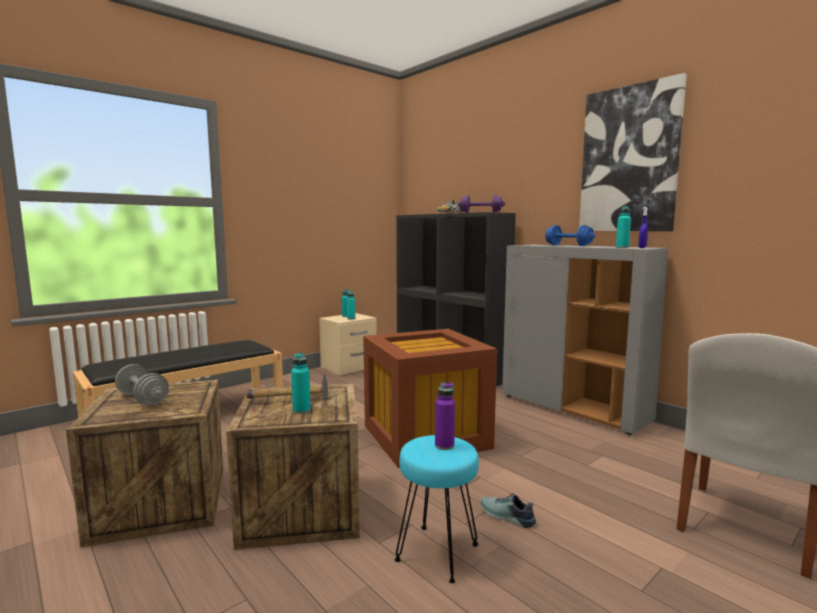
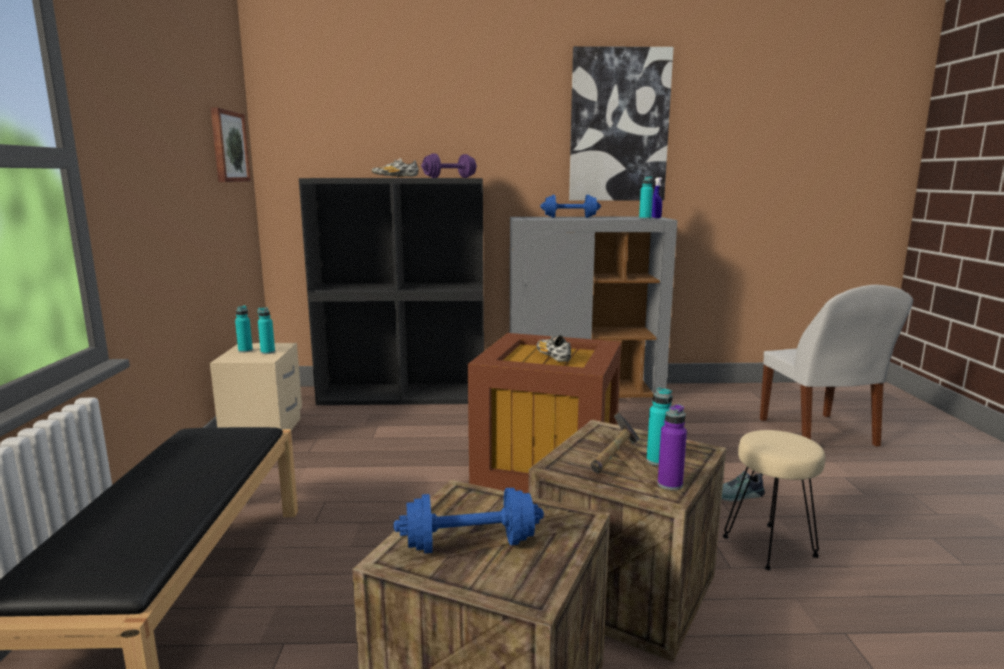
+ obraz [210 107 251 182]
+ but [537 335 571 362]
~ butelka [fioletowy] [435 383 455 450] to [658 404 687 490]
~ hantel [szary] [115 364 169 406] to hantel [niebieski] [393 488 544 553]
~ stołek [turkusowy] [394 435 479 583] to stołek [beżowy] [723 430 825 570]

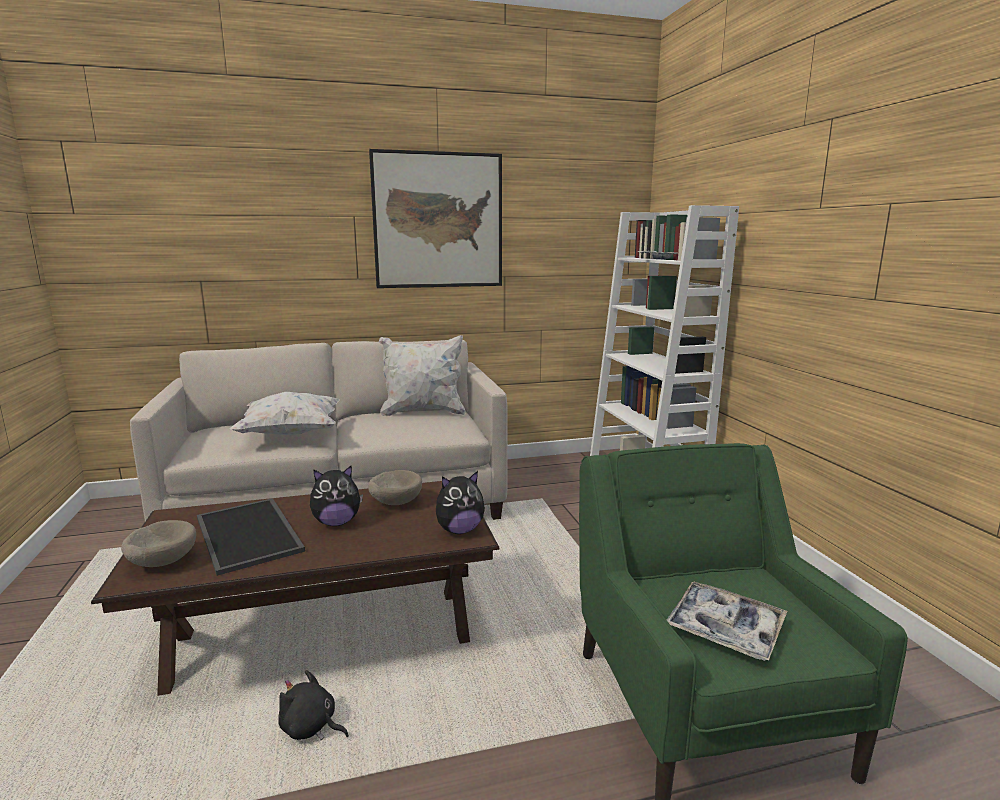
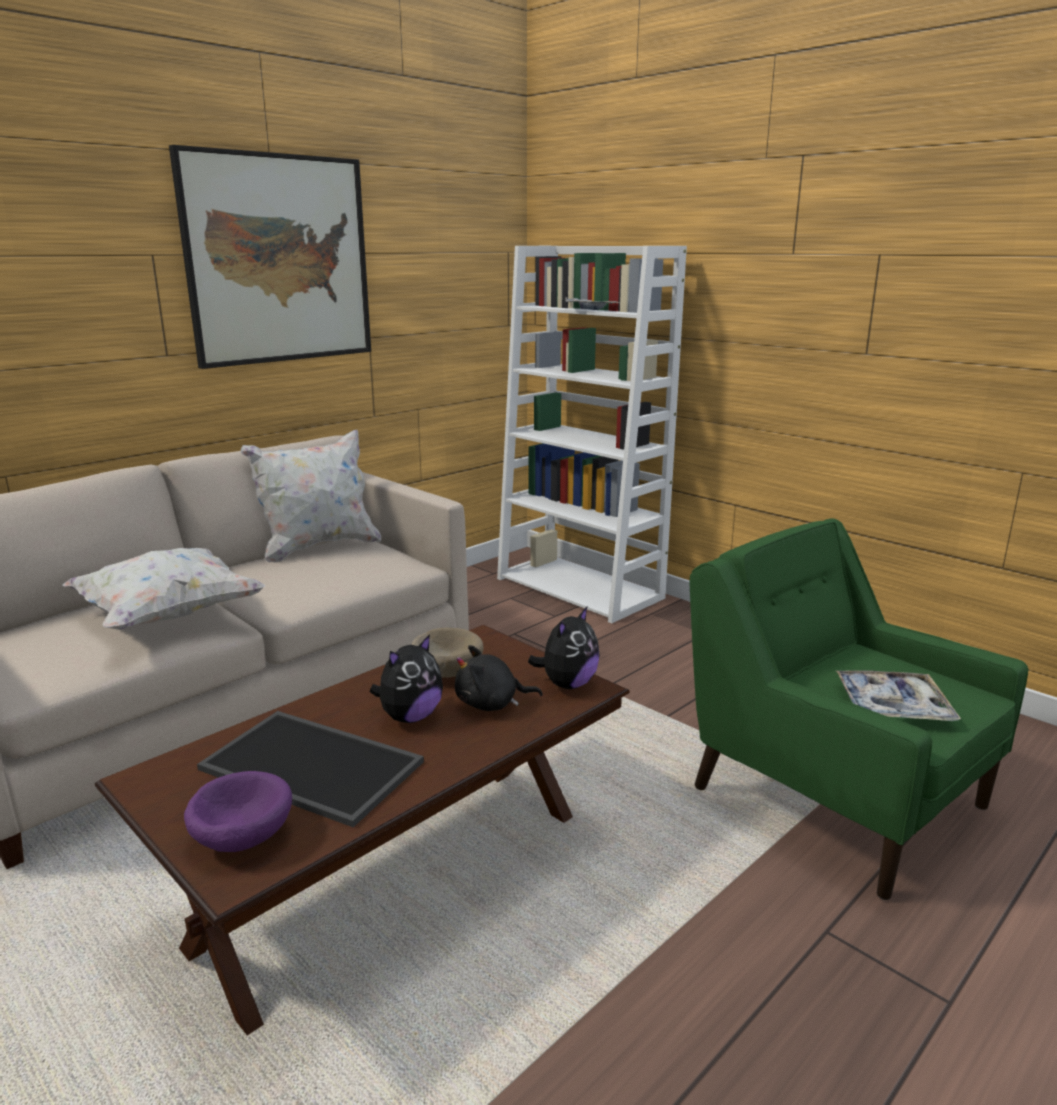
~ pluszak [czarny] [278 670 349 740] to [455 645 543 711]
~ miska [beżowy] [121 520 196 567] to miska [fioletowy] [184 771 292 852]

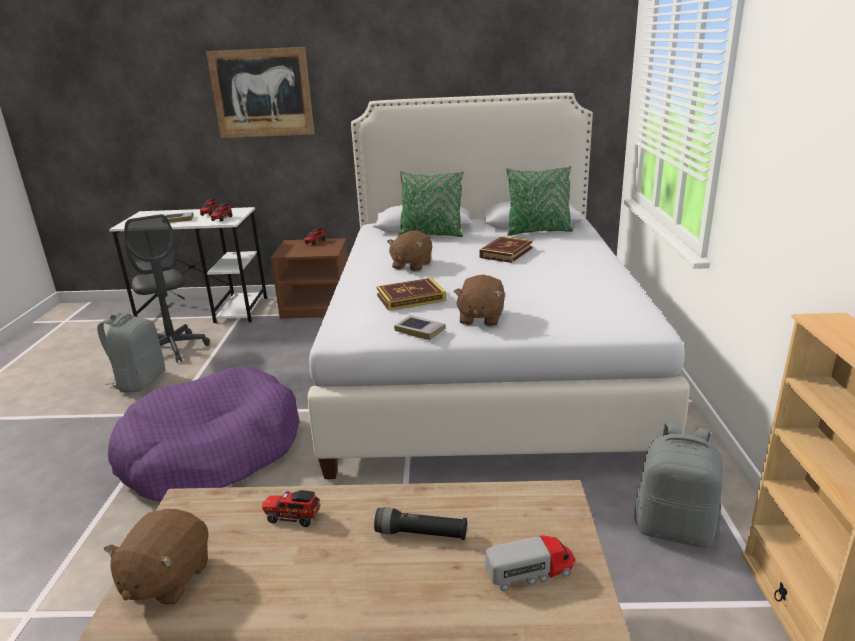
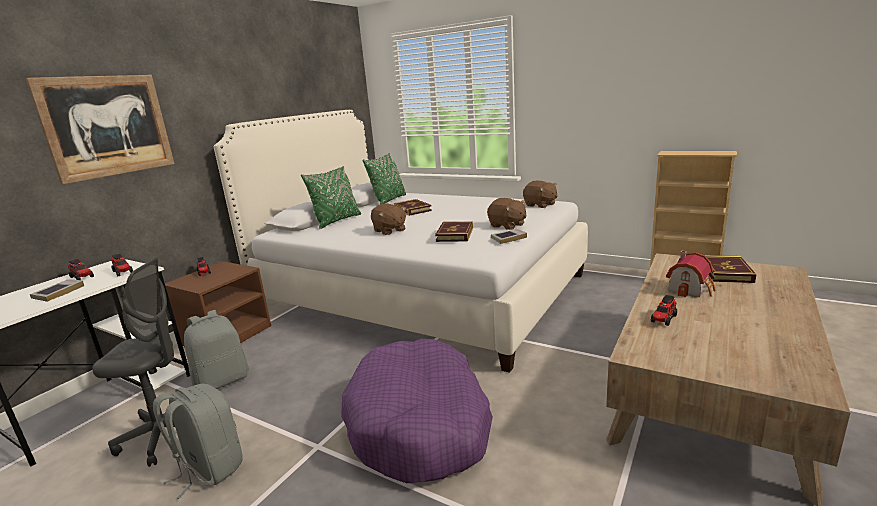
~ pluszak [brązowy] [104 509 209 606] to [523 181 557 208]
~ plecak [szary] [634 423 723 548] to [184 310 249 389]
~ latarka [czarny] [374 507 467 540] to domek [666 251 716 298]
~ ciężarówka zabawkowa [485 535 575 591] to książka [705 255 757 283]

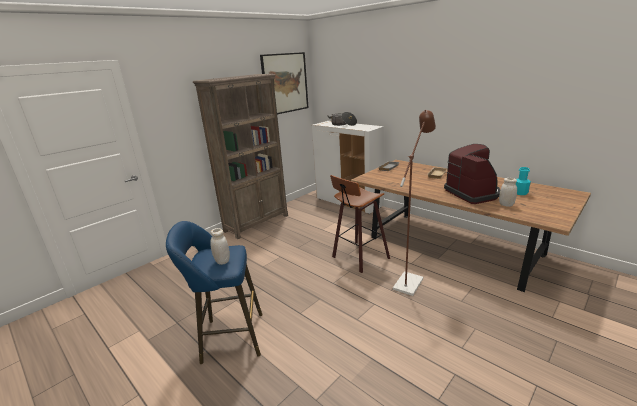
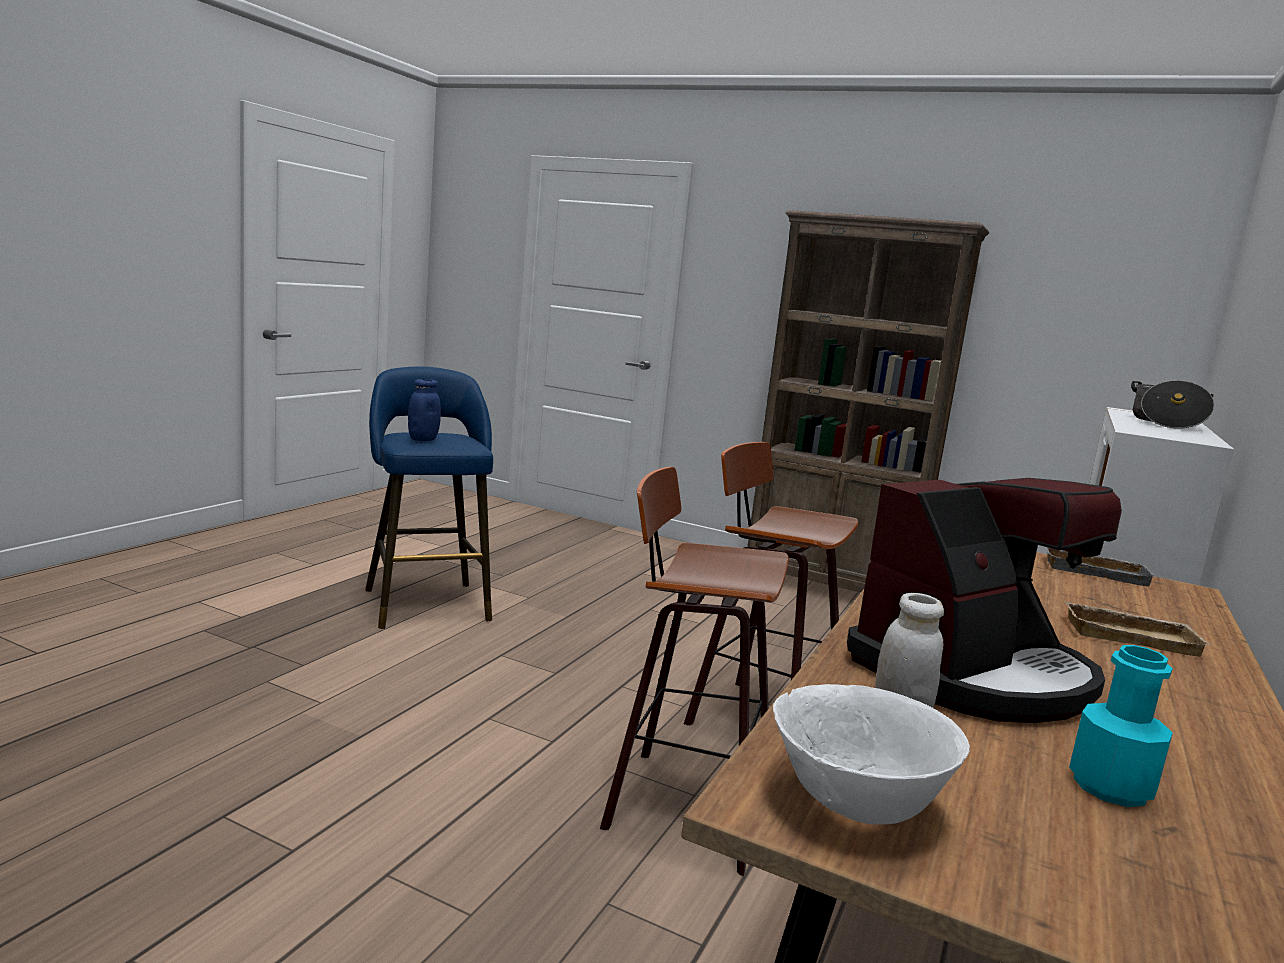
- obraz [260 52 309 114]
+ miska [biały] [773 684 970 825]
~ lampa stojąca [brązowy] [393 110 436 296] to stołek [600 467 789 876]
~ słoik [biały] [210 228 230 265] to słoik [niebieski] [408 379 441 441]

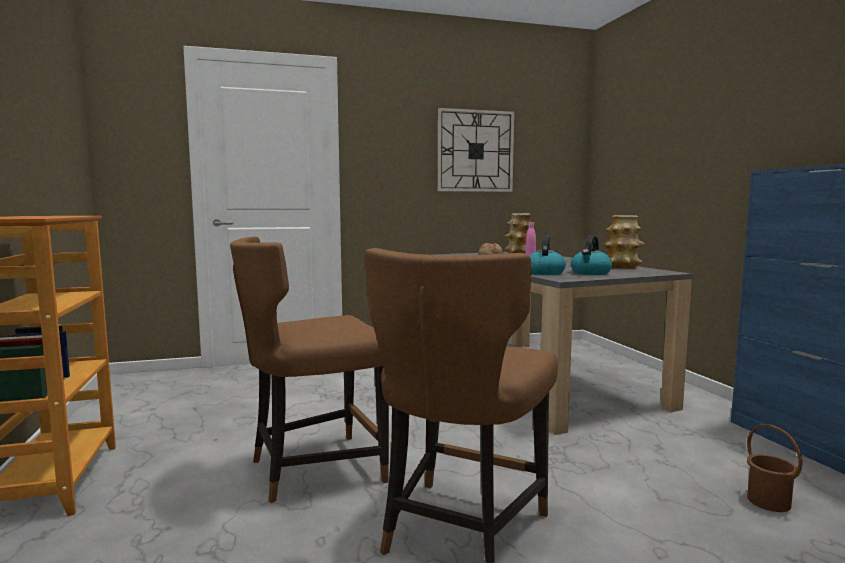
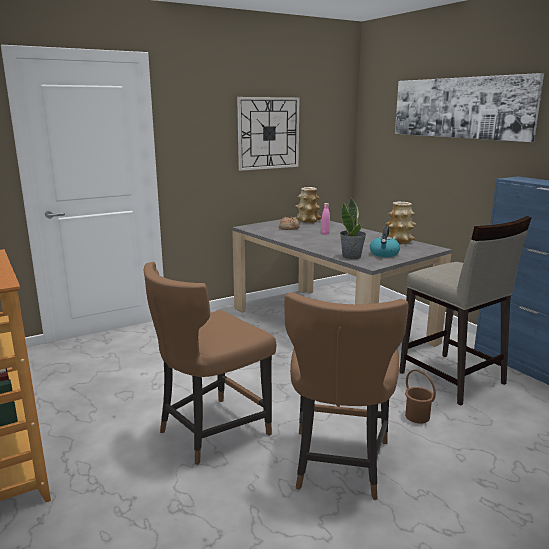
+ obraz [395 73 544 142]
+ stołek [beżowy] [399 216 531 405]
~ wiadro [brązowy] [747 424 802 512] to [405 369 436 424]
~ czajnik [529 235 566 275] to roślina doniczkowa [340 198 366 259]

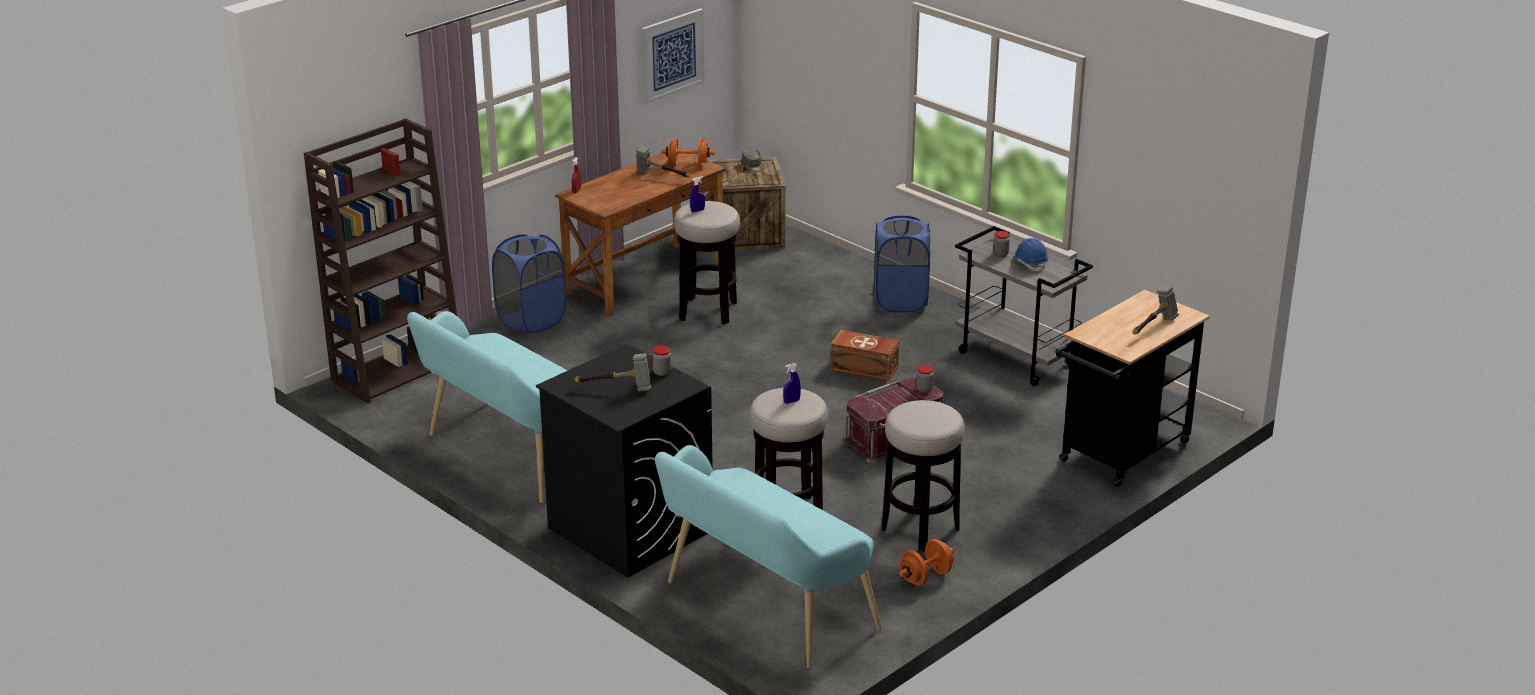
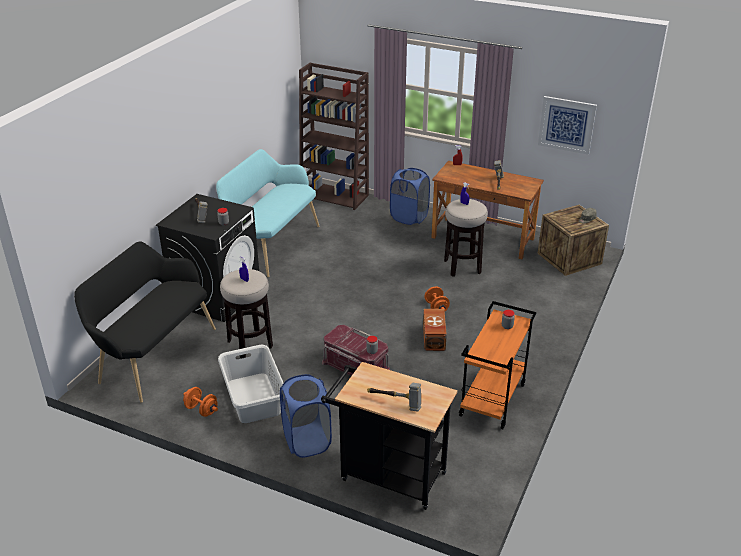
- kask [niebieski] [1013 238 1048 272]
~ hantel [pomarańczowy] [661 137 715 167] to [424 287 450 311]
~ kosz na pranie [niebieski] [874 216 930 313] to [280 374 332 458]
~ stołek [882 400 965 551] to kosz na pranie [szary] [218 345 283 423]
~ ławka [turkusowy] [655 445 882 668] to ławka [czarny] [74 241 216 403]
~ wózek [szary] [955 226 1093 386] to wózek [pomarańczowy] [459 301 537 429]

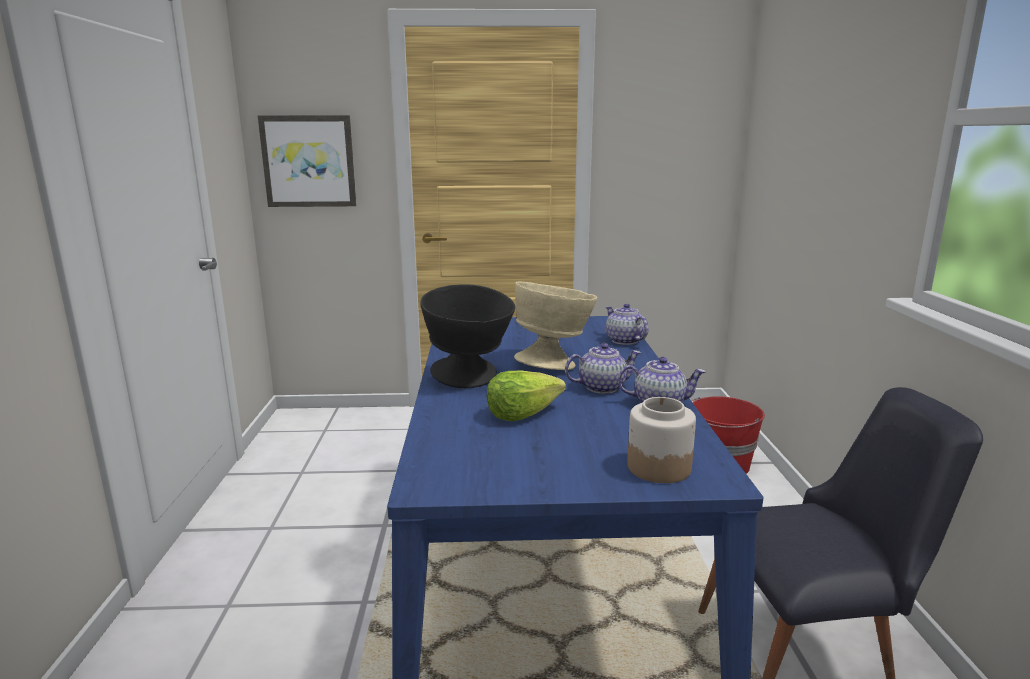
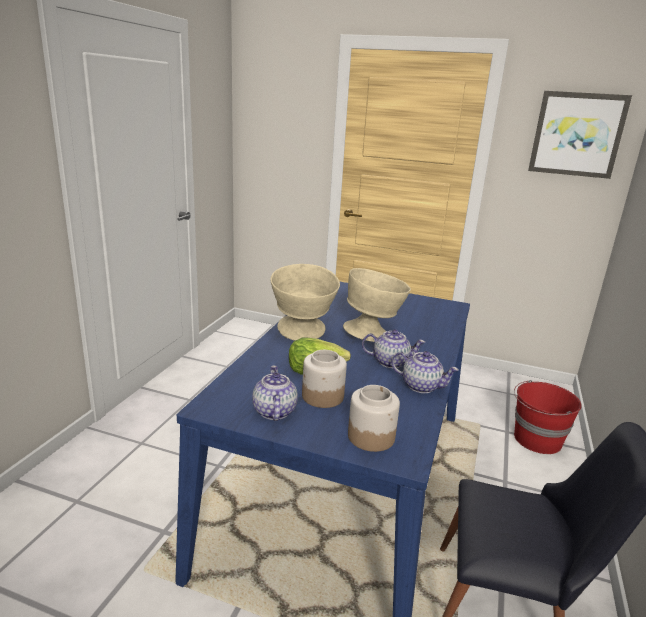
+ słoik [302 350 347 408]
~ obraz [258 115 357 207] to [528 91 632 179]
~ imbryk [606 304 649 345] to [252 365 298 421]
~ miska [czarny] [421 284 515 388] to miska [beżowy] [271 264 340 341]

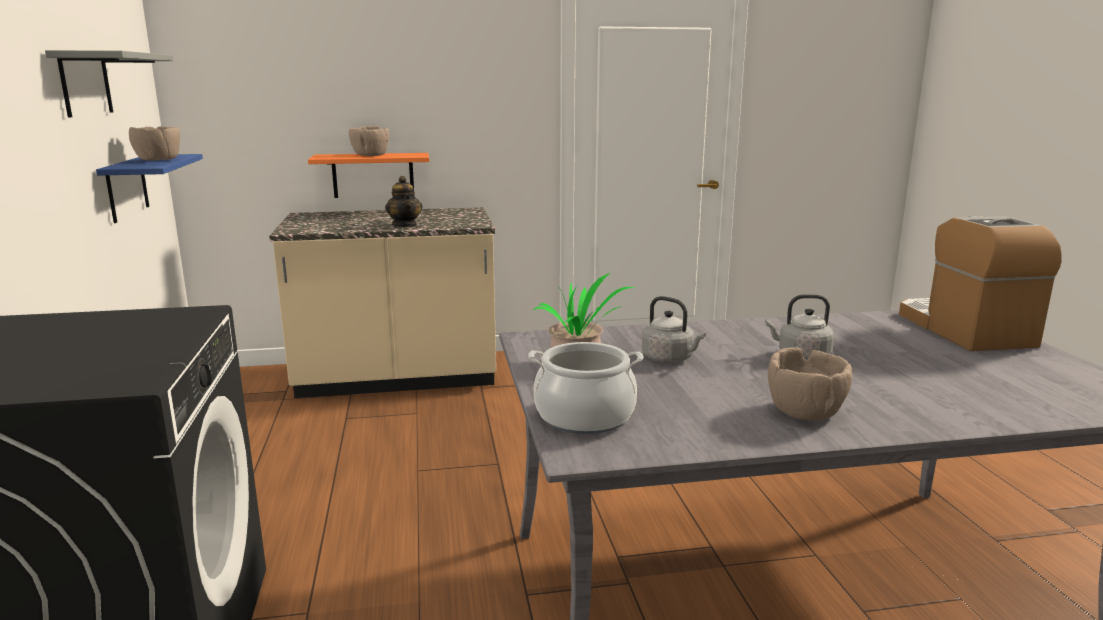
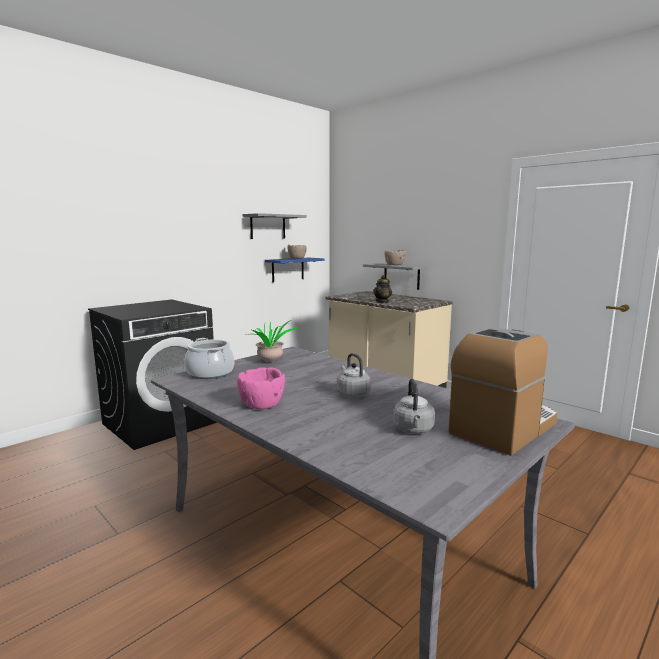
~ czajnik [szary] [642 296 706 363] to [393 379 435 434]
~ półka [pomarańczowy] [308 153 429 198] to półka [szary] [363 263 428 290]
~ miska [brązowy] [768 347 852 421] to miska [różowy] [237 367 285 409]

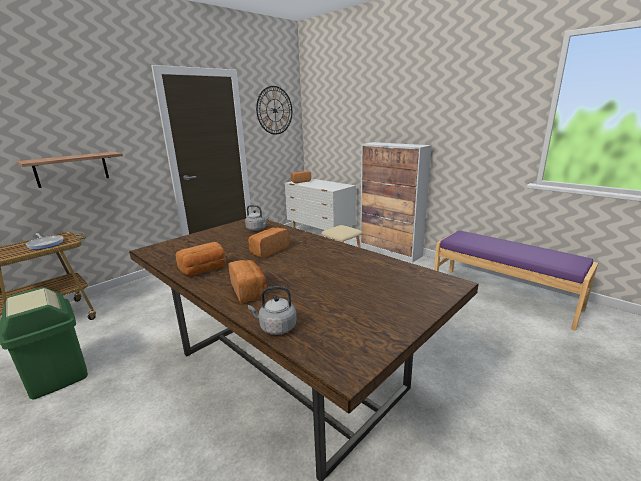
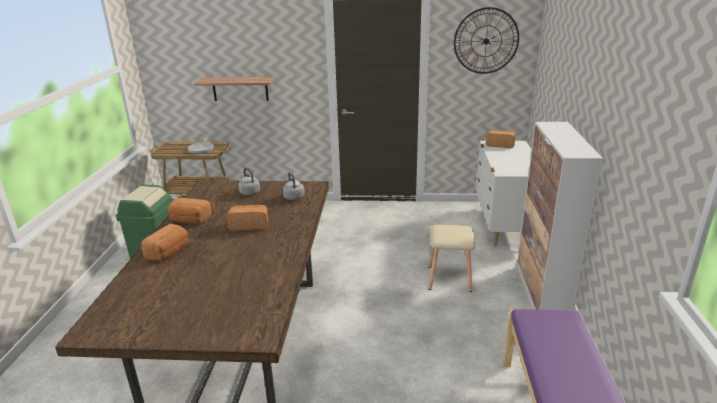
~ czajnik [szary] [248 286 297 335] to [238 168 260 195]

